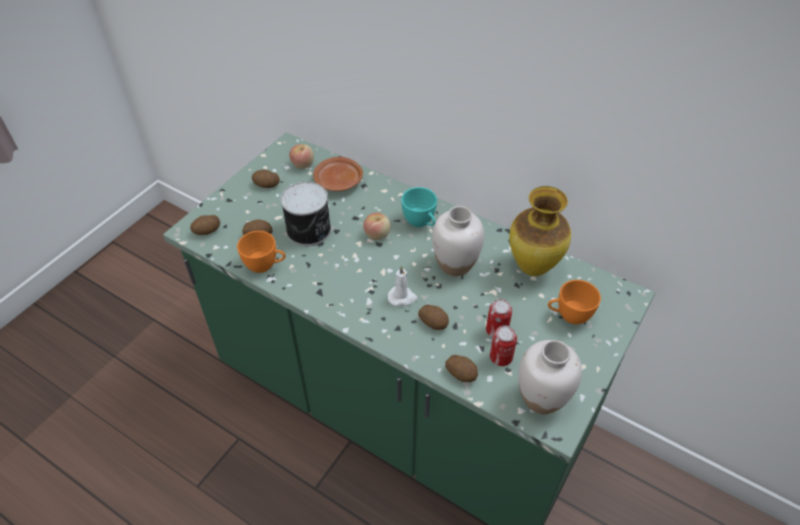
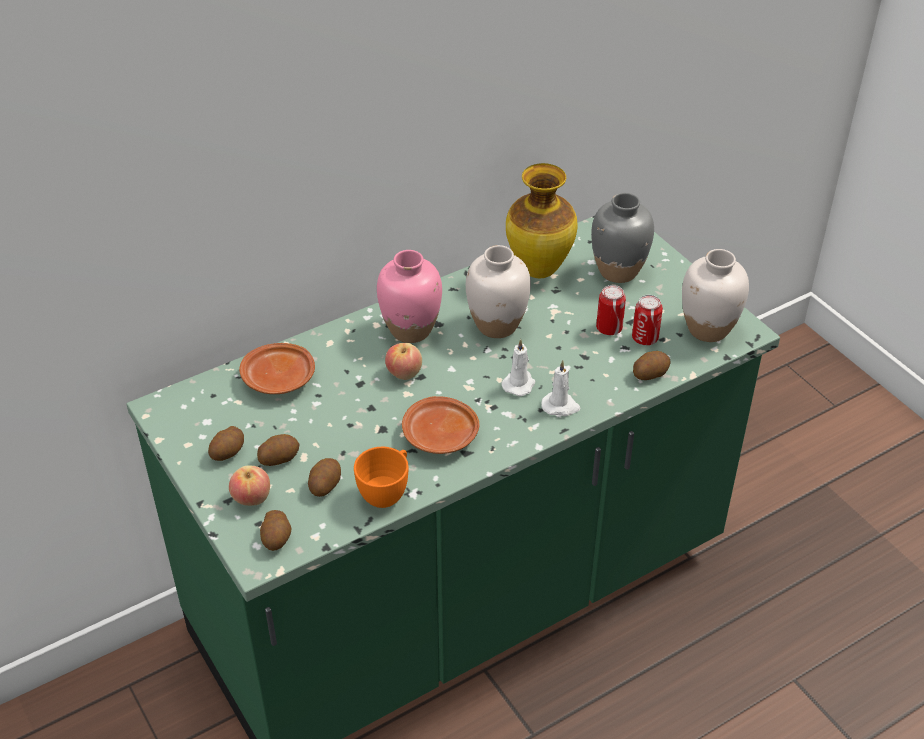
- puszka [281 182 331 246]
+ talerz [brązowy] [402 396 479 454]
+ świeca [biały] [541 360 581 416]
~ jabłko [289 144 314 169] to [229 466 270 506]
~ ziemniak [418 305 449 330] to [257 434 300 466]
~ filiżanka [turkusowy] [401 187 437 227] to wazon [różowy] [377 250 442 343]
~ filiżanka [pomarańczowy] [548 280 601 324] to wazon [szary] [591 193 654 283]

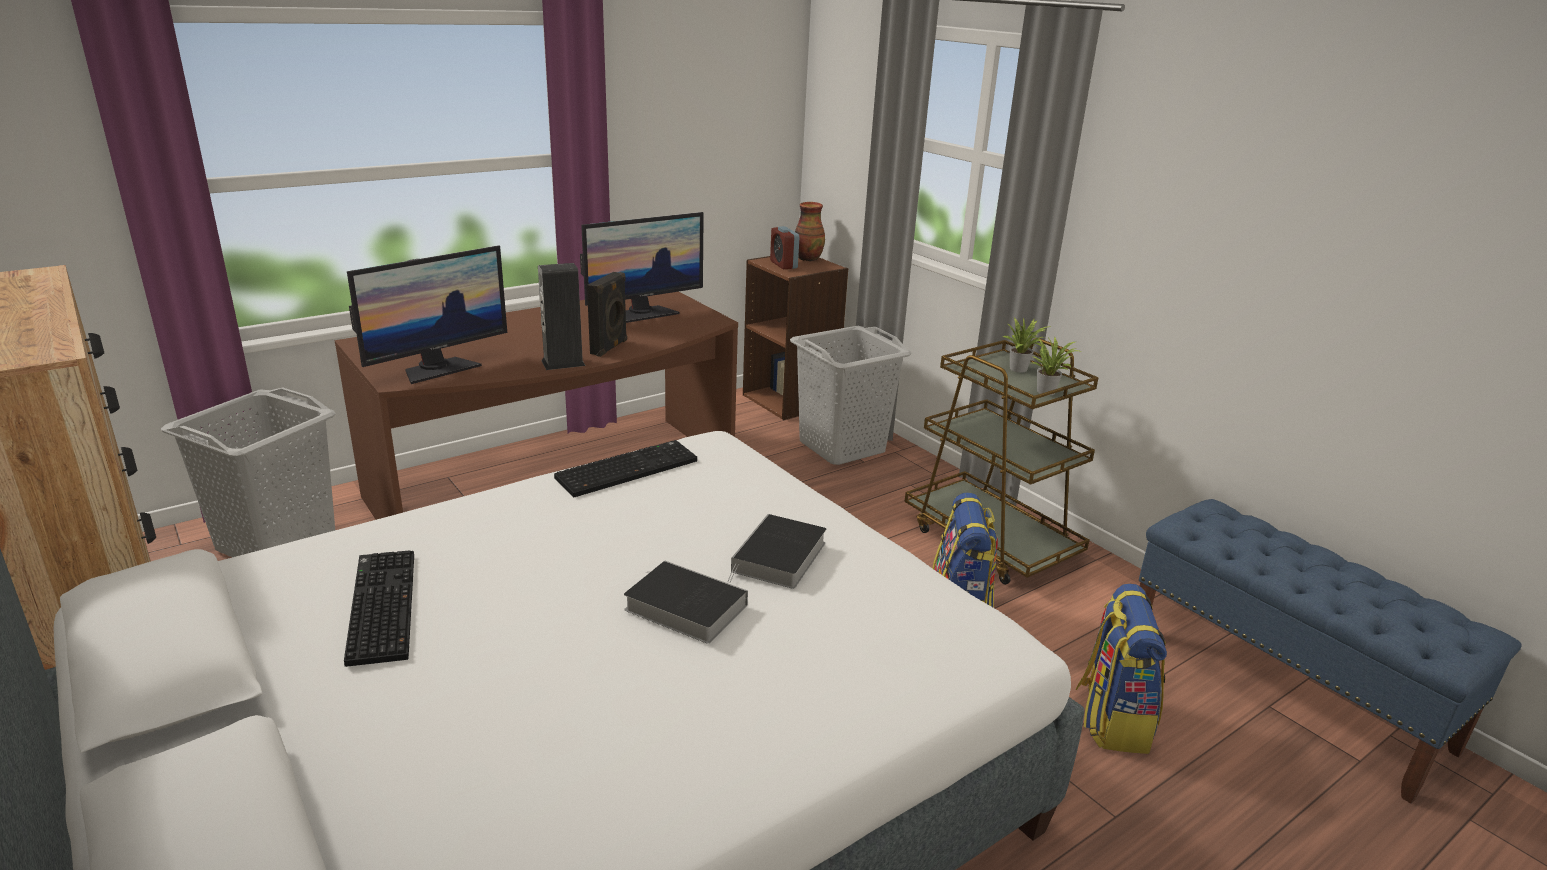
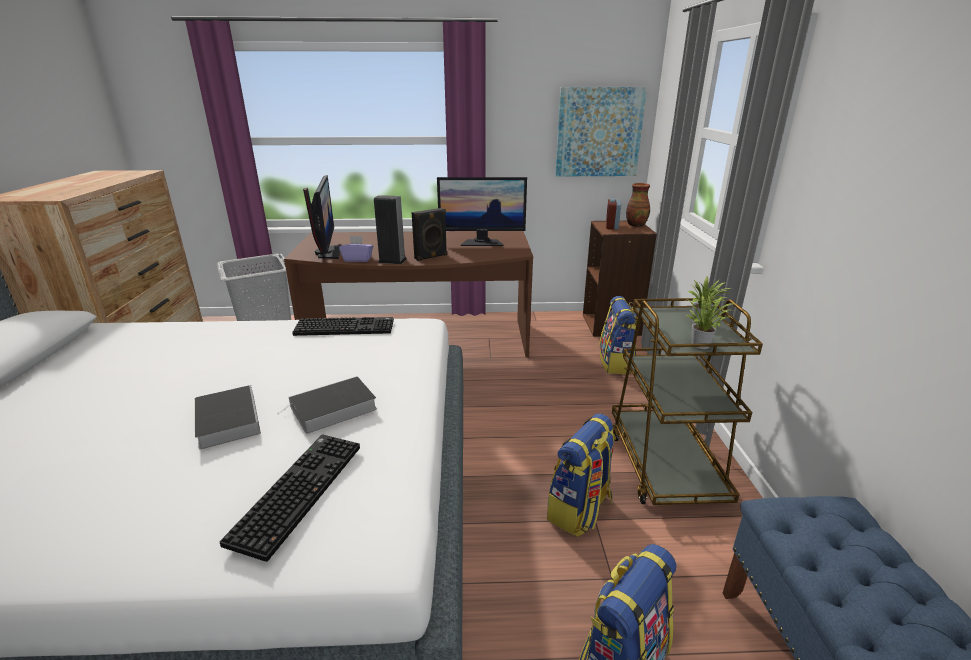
+ pudełko chusteczek [fioletowy] [339 236 373 262]
+ obraz [555 87 647 177]
~ klawiatura [344 550 414 667] to [220 434 360 562]
~ kosz na pranie [szary] [790 326 912 465] to plecak [599 296 637 374]
~ monitor [347 245 507 384] = [303 175 341 259] 90 degrees counterclockwise

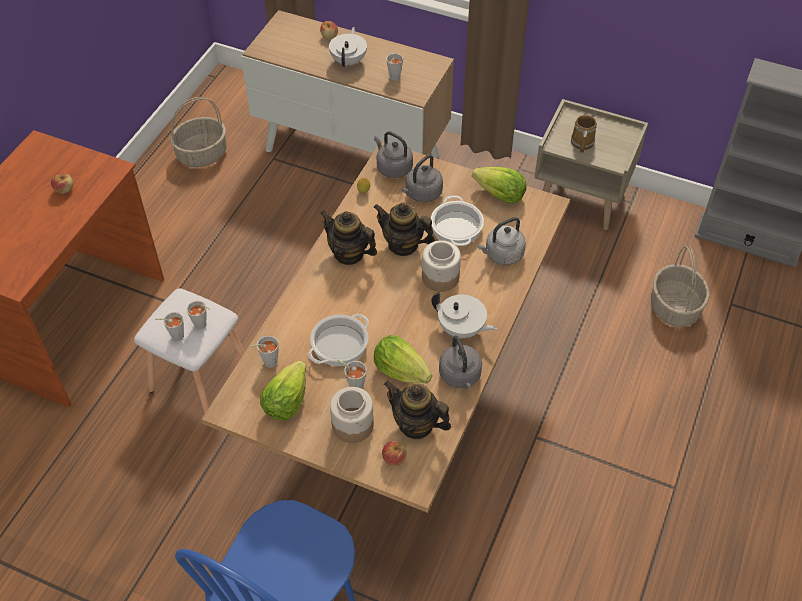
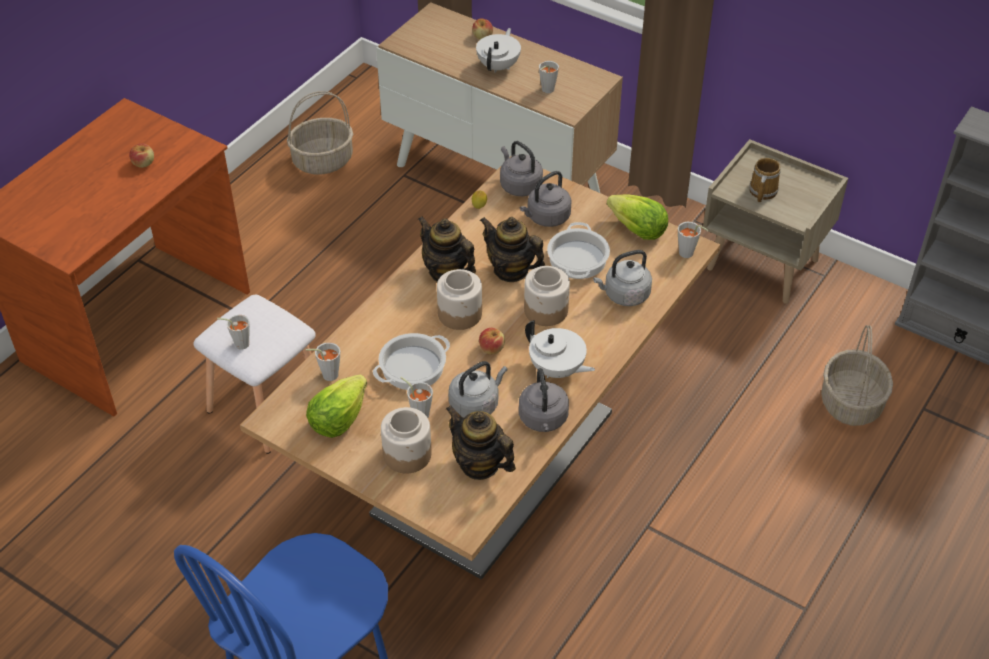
+ słoik [437 269 482 330]
~ filiżanka [szary] [186 301 210 330] to [678 222 708 258]
~ jabłko [382 441 407 467] to [479 328 505 354]
~ sałata [374 335 432 383] to czajnik [szary] [448 361 508 418]

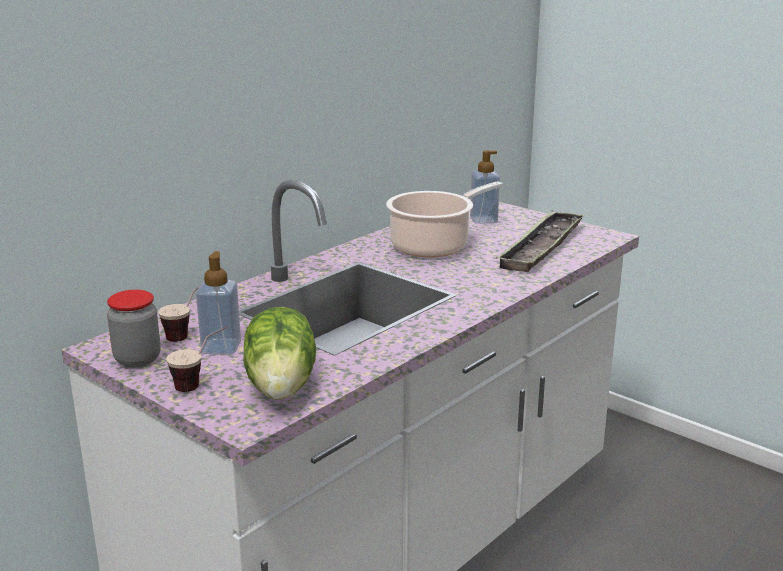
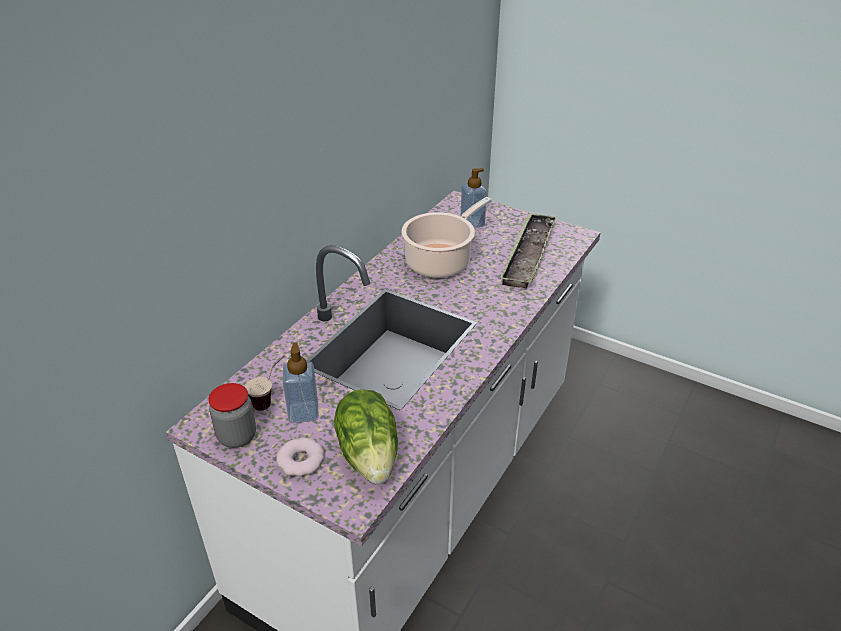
~ filiżanka [166 326 227 392] to donut [276 438 324 477]

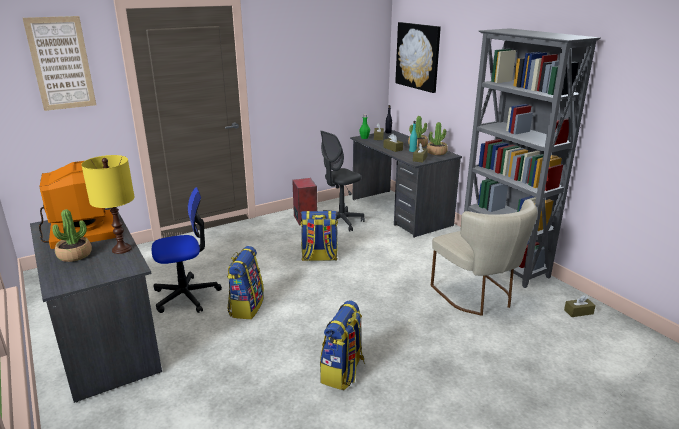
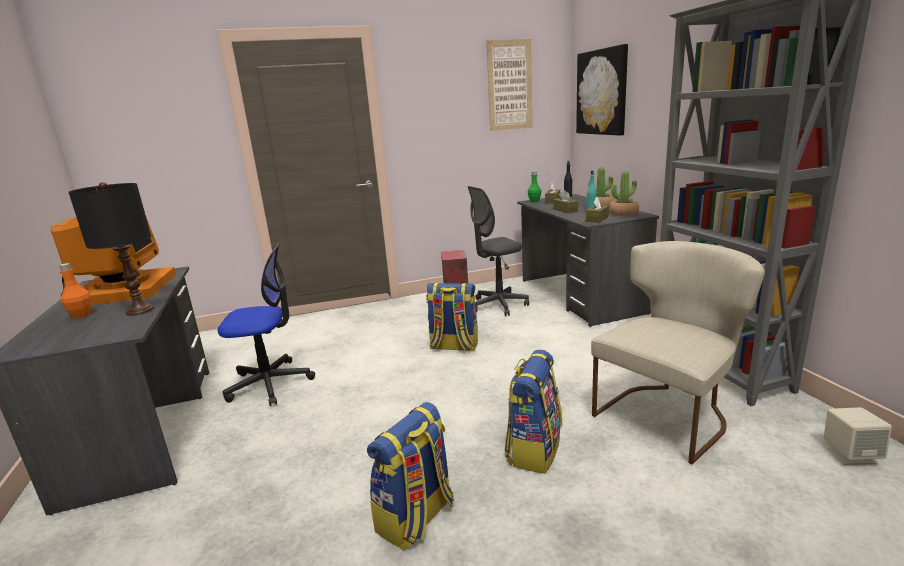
~ obraz [23 16 96 111] to [486 39 532 131]
~ plecak [227 246 264 319] to [505 350 562 474]
~ roślina doniczkowa [52 209 92 262] to butelka [pomarańczowy] [59 263 92 319]
~ pudełko chusteczek [brązowy] [564 295 596 317] to głośnik [beżowy] [824 407 892 465]
~ lampa stołowa [żółty] [81 155 135 254] to lampa stołowa [czarny] [68 182 154 316]
~ krzesło [beżowy] [431 199 538 316] = [591 241 765 464] 120 degrees counterclockwise

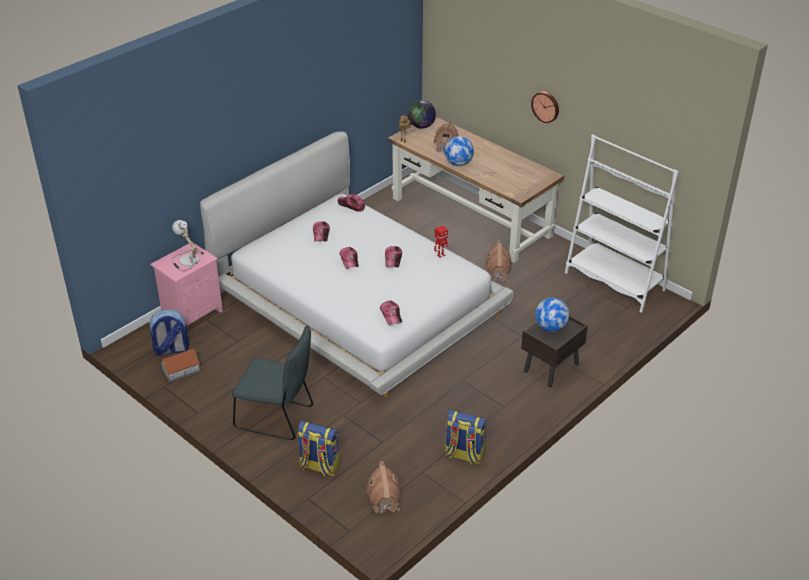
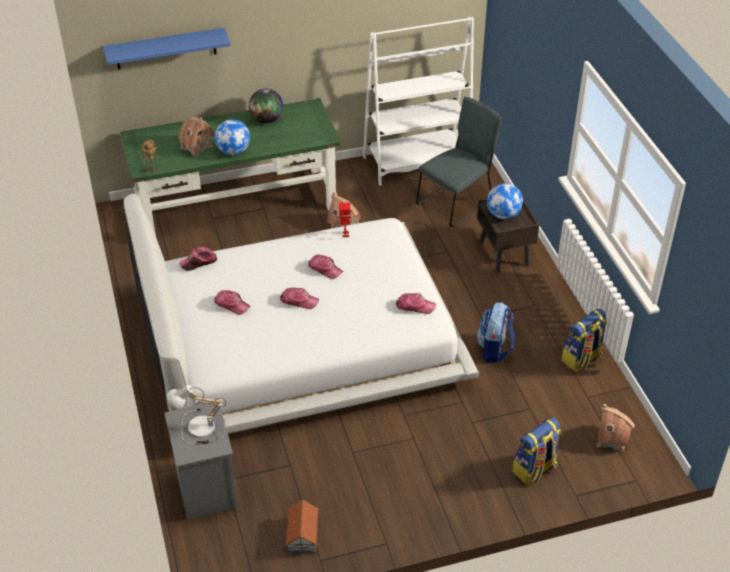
- zegar ścienny [531 92 559 123]
+ półka [niebieski] [103 28 231 70]
~ plecak [148 310 189 356] to [476 302 515 363]
~ krzesło [szary] [232 325 313 440] to [416 97 502 227]
~ globus [408 100 436 129] to [249 89 283 123]
~ szafka nocna [różowy] [150 243 223 326] to szafka nocna [szary] [164 404 238 520]
~ biurko [brązowy] [387 117 564 263] to biurko [zielony] [120 98 341 235]

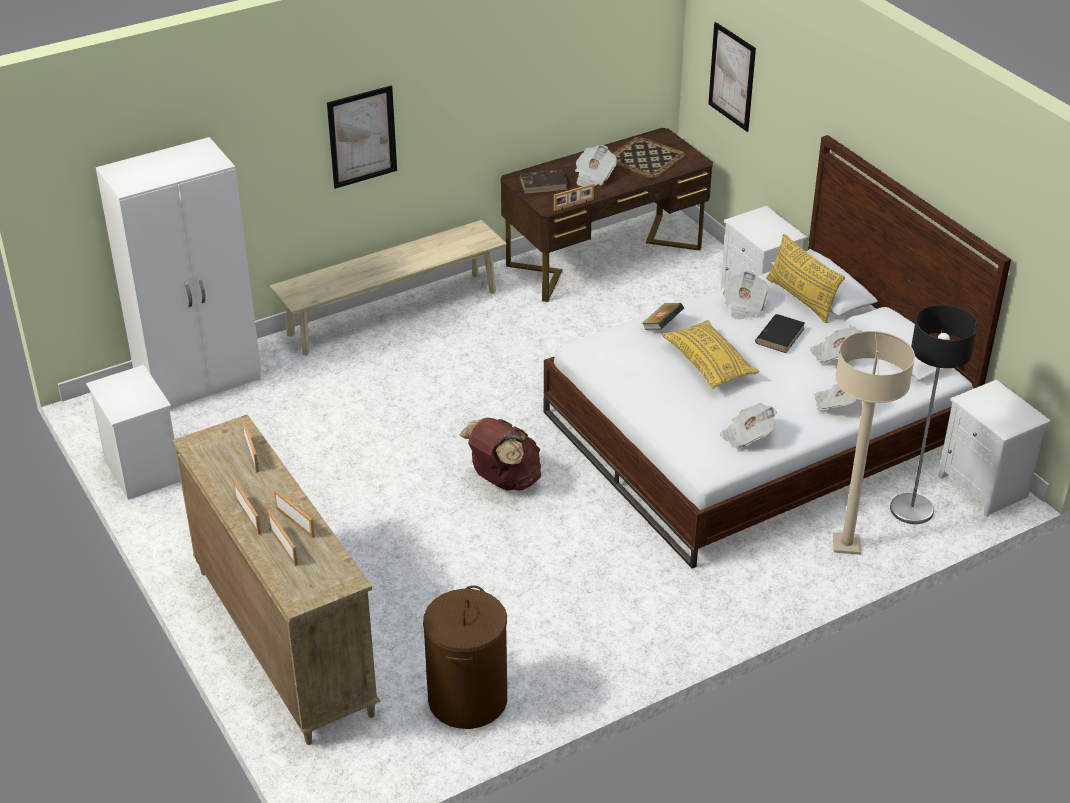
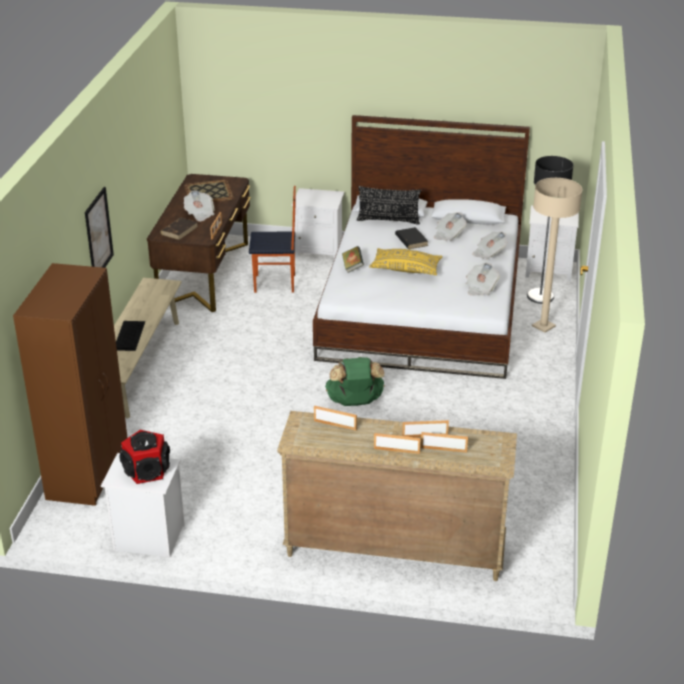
- kosz na pranie [brązowy] [423 585 507 729]
- obraz [708 22 756 132]
- gazeta [723 271 770 319]
+ klawiatura [116 321 145 351]
+ głośnik [119 430 170 484]
+ krzesło [249 186 296 293]
~ szafa [biały] [96 137 261 409] to szafa [brązowy] [13 263 128 506]
~ plecak [brązowy] [459 418 541 491] to plecak [zielony] [325 357 385 406]
~ poduszka [żółty] [766 234 845 323] to poduszka [czarny] [357 186 421 224]

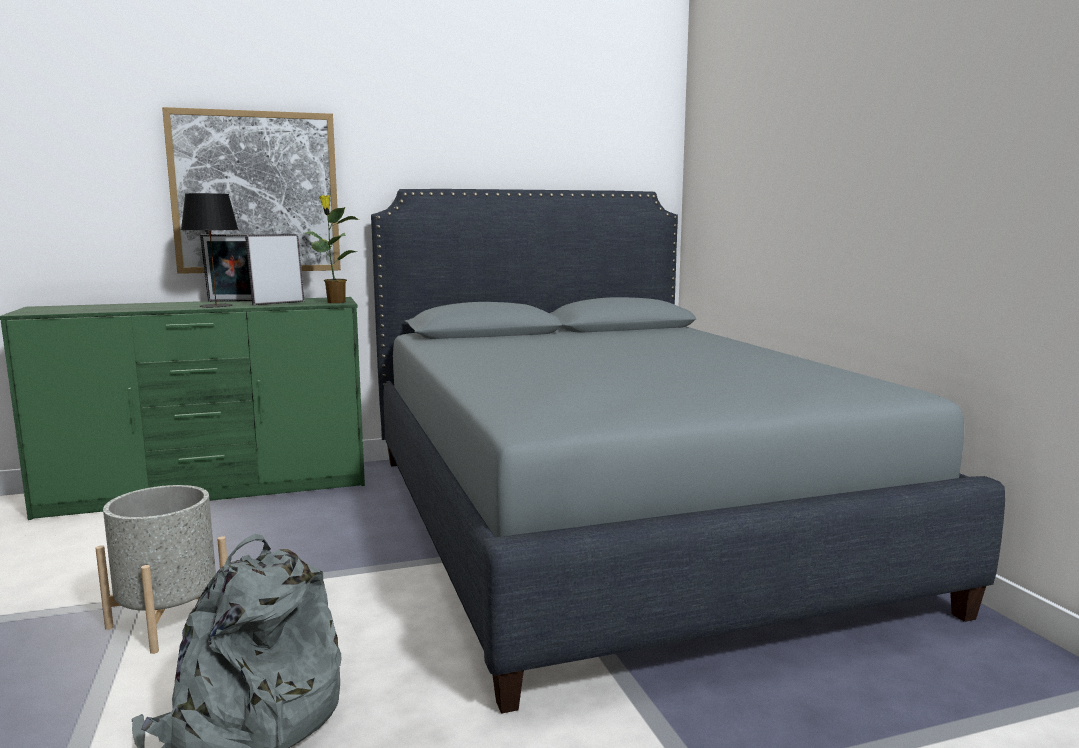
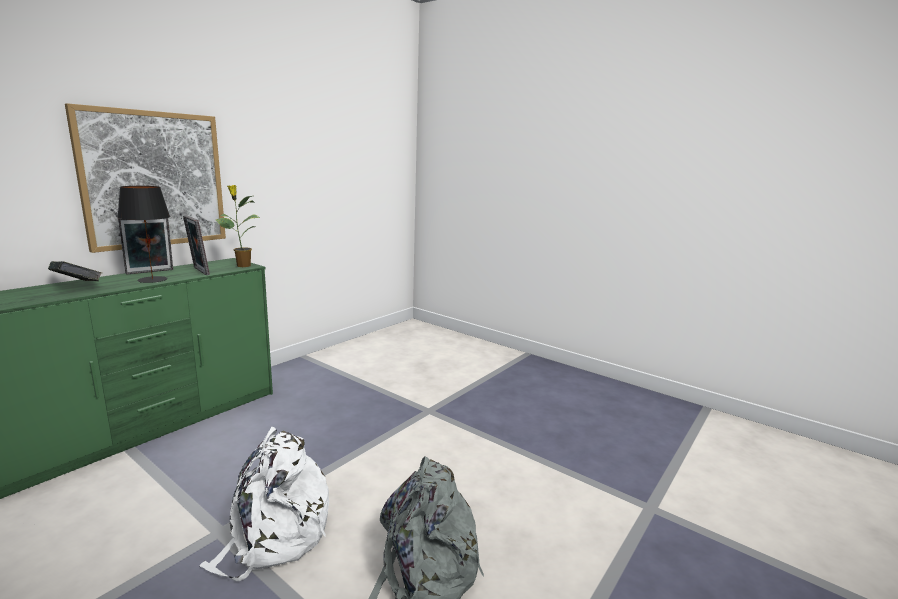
- łóżko [szary] [371 189 1005 714]
+ książka [48 261 102 281]
~ donica [szary] [95 485 227 654] to plecak [biały] [199 427 329 581]
~ ramka na zdjęcie [245 234 304 305] = [183 215 210 275] 60 degrees counterclockwise

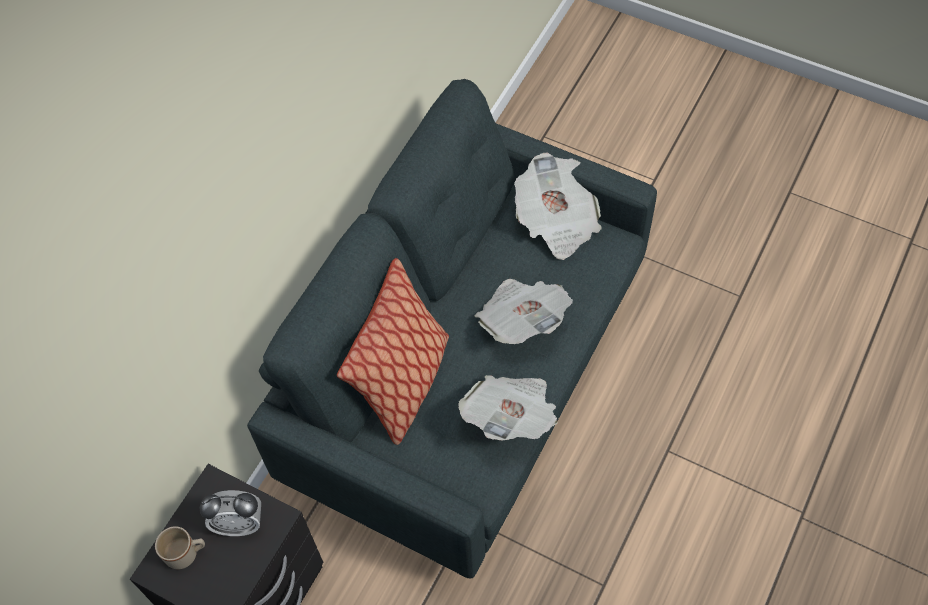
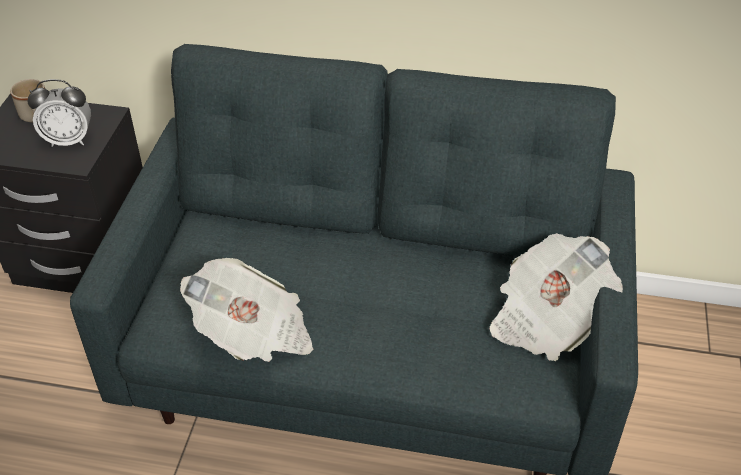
- poduszka [337 258 449 445]
- gazeta [475 279 573 344]
~ budzik [199 490 261 536] = [27 79 91 147] 75 degrees counterclockwise

